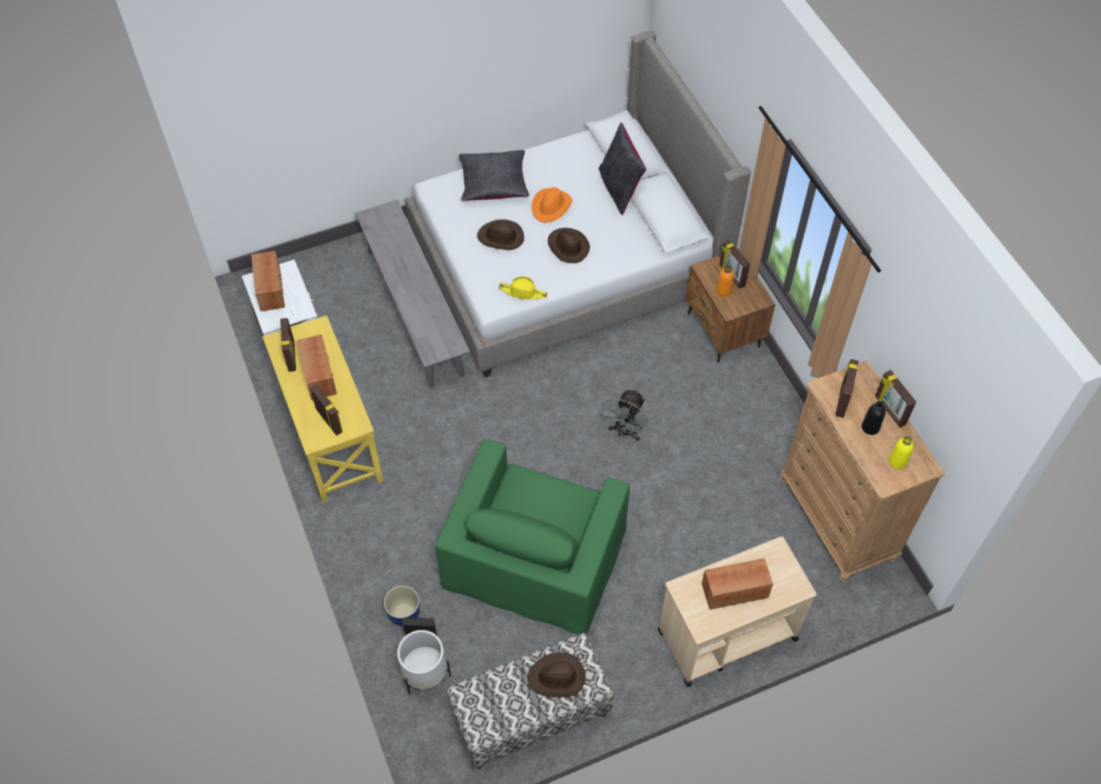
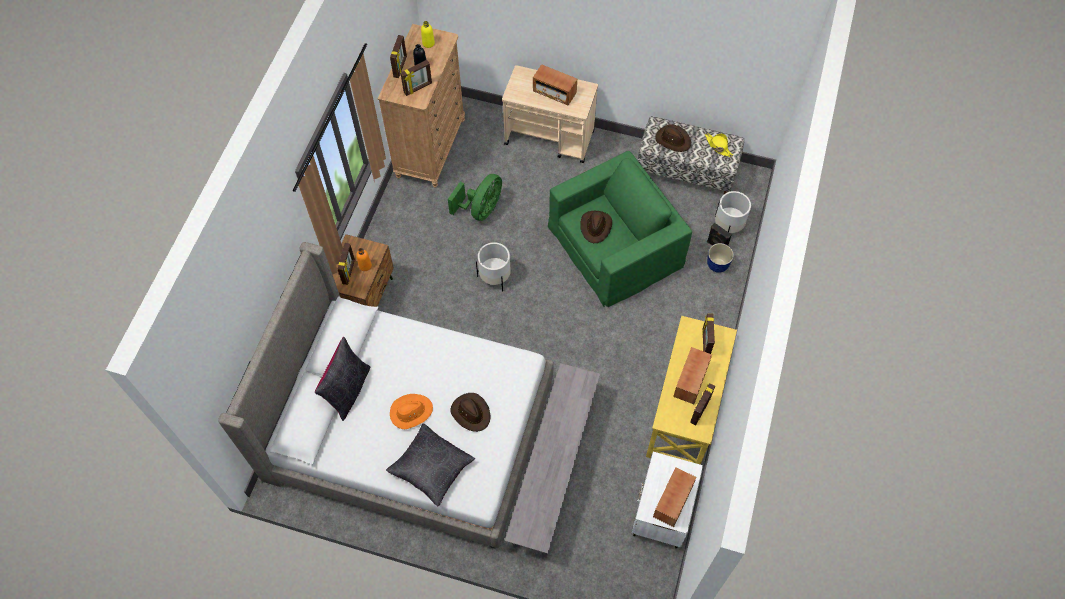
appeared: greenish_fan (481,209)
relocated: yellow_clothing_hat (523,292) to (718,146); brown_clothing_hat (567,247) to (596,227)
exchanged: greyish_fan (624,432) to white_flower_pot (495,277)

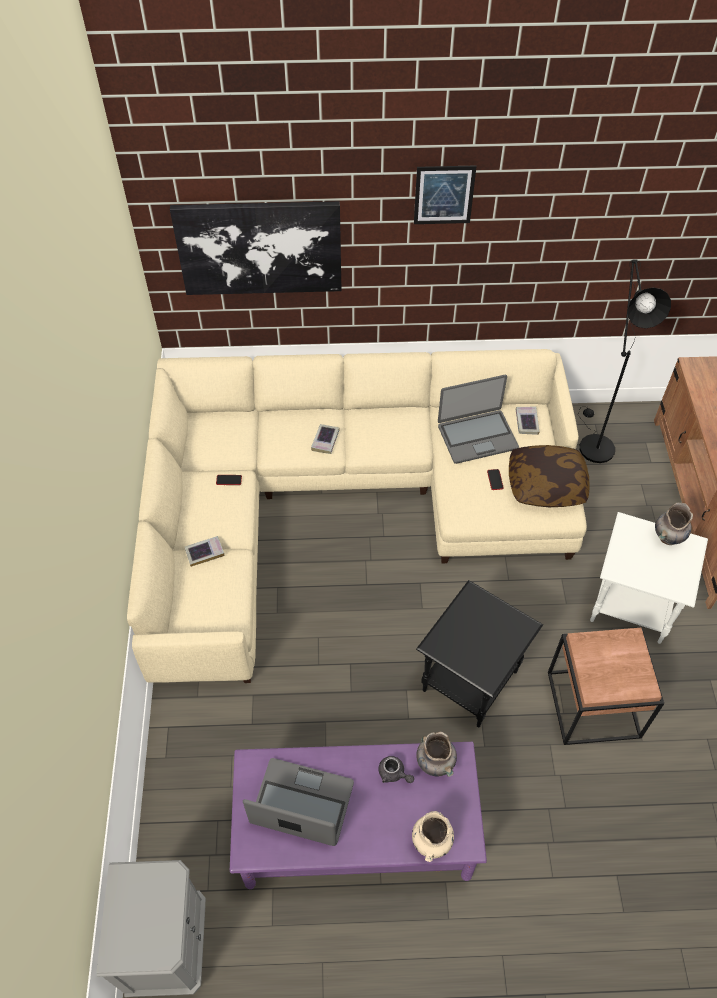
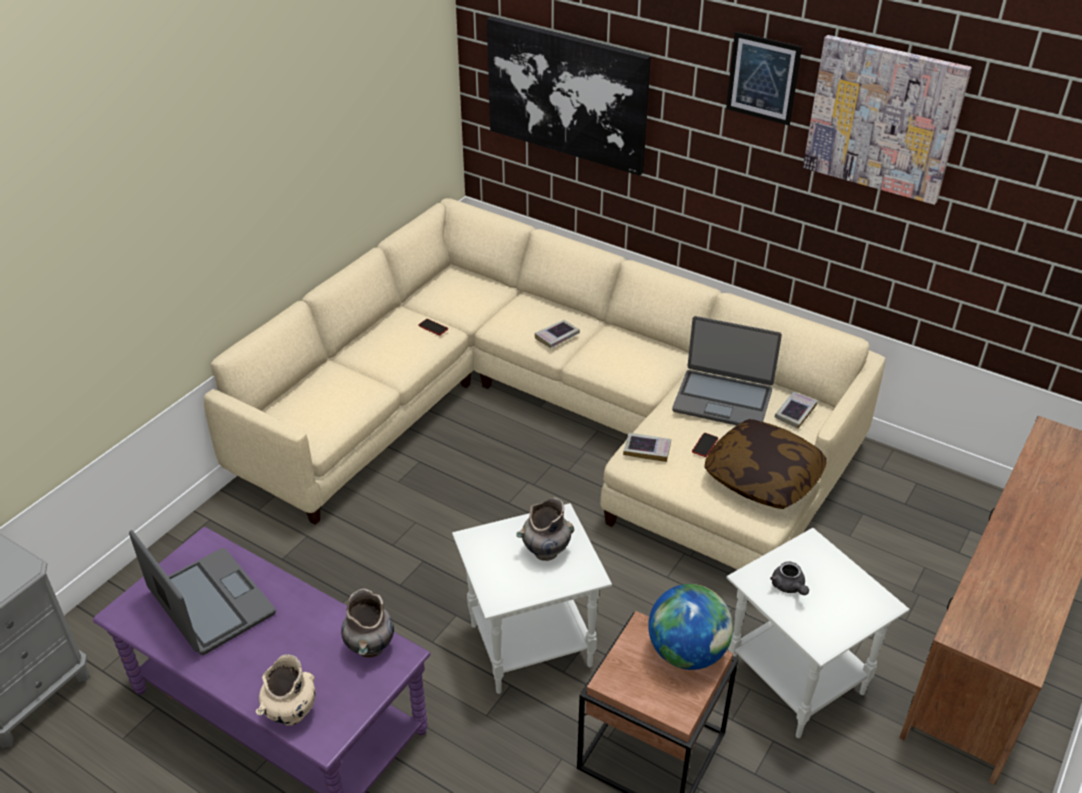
missing: black-coloured_standard_lamp (594,443)
appeared: world_globe (687,652); wall_picture (883,119)
relocated: book (204,552) to (647,450); greyish_teapot (394,774) to (789,587); greyish_flower_vase (667,538) to (545,551)
colour: black-coloured_accent_table (470,680) to white_accent_table (532,645)

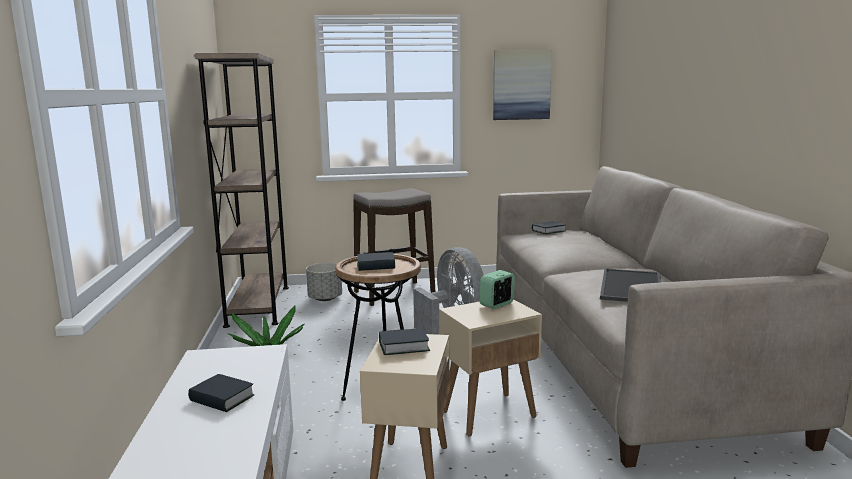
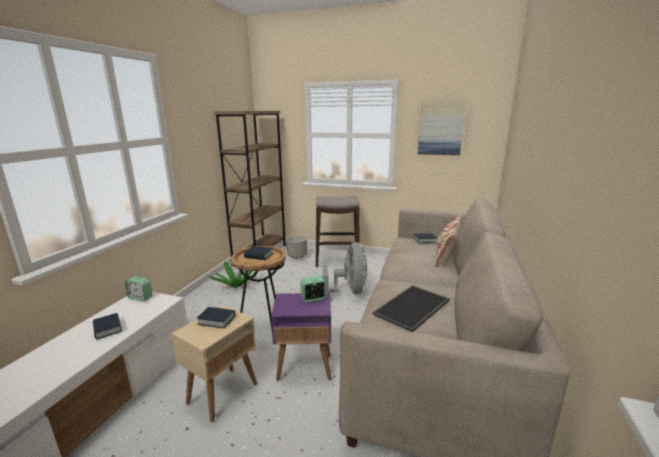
appeared: table_clock (140,297); beige_throw_pillow (447,254)
colour: beige_accent_table (489,413) to purple_accent_table (305,367)

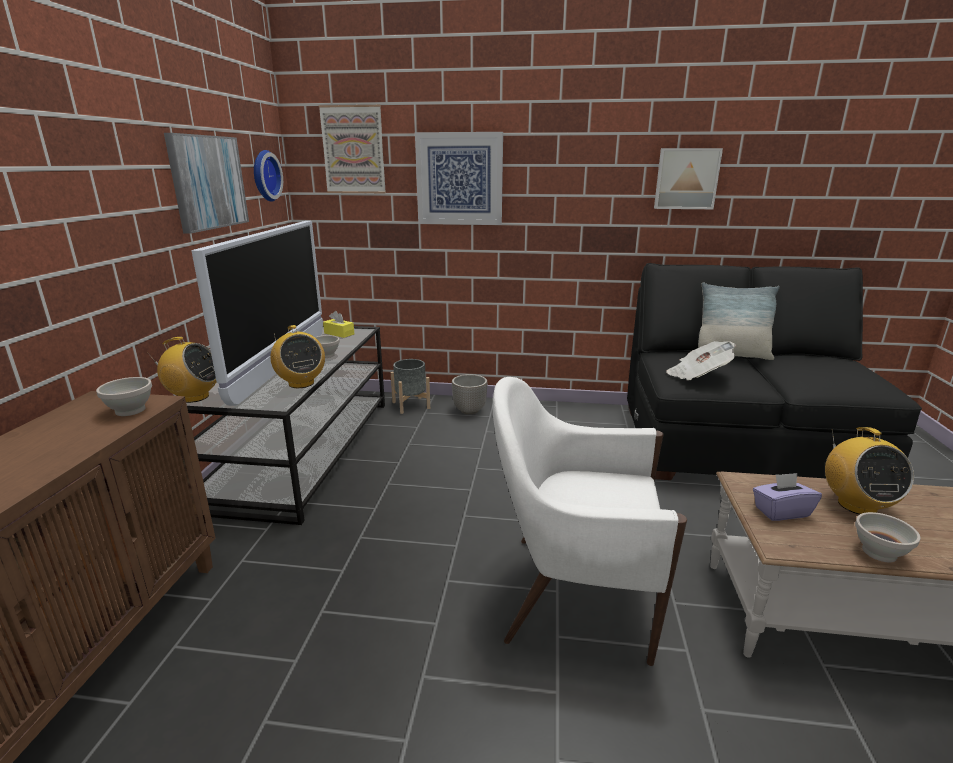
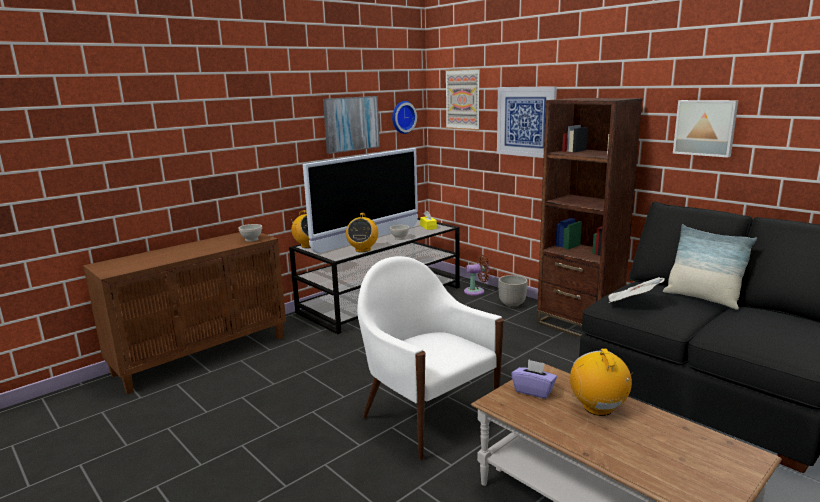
missing: white_serving_bowl (879,553)
appeared: brown_bookcase (578,325)
exchanged: greyish_flower_pot (411,405) to brown_fan (476,291)
spun: radio (856,505) = (598,408) 135 degrees clockwise

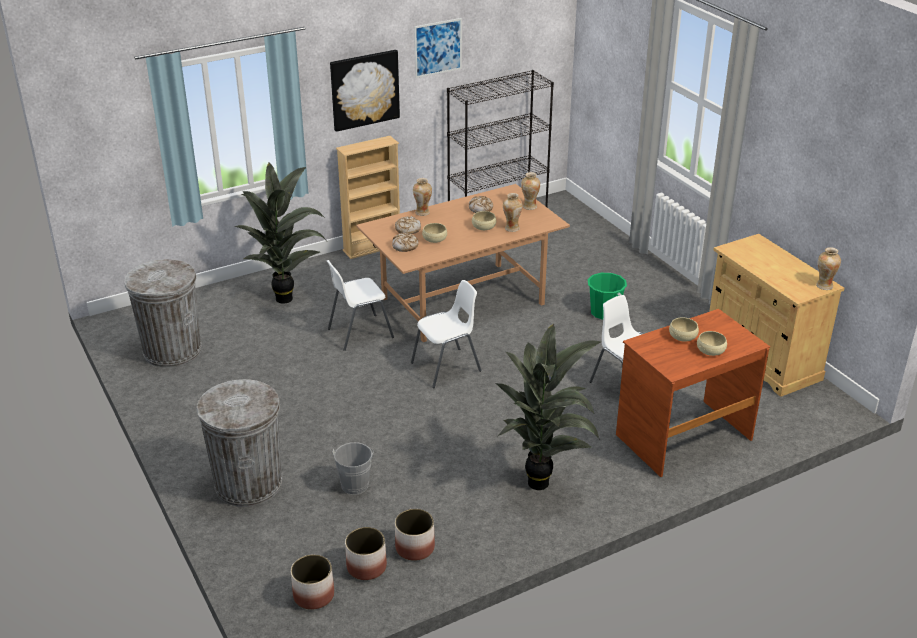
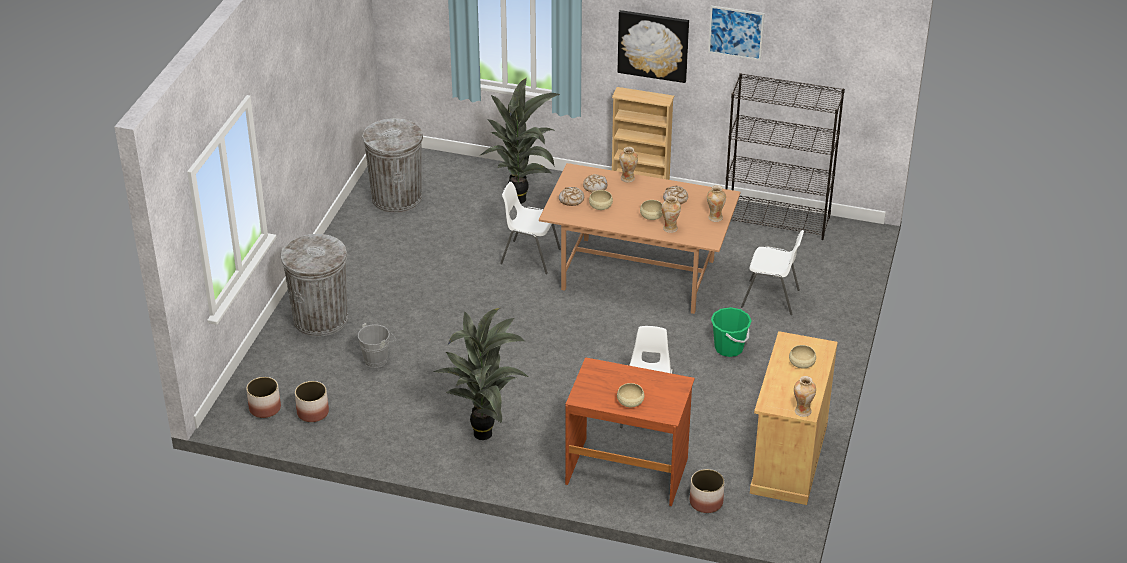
relocated: flower_pot (414,548) to (705,502); white_upright_chair (447,367) to (771,298); beige_serving_bowl (683,336) to (802,363)

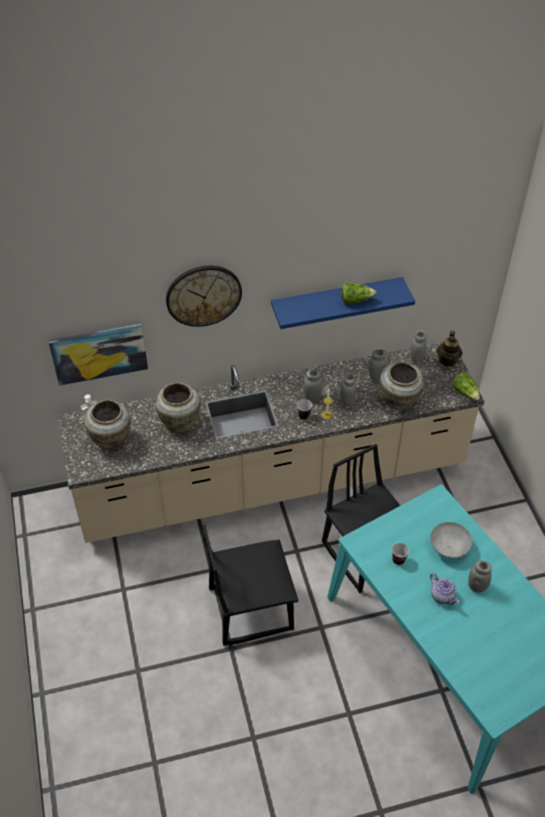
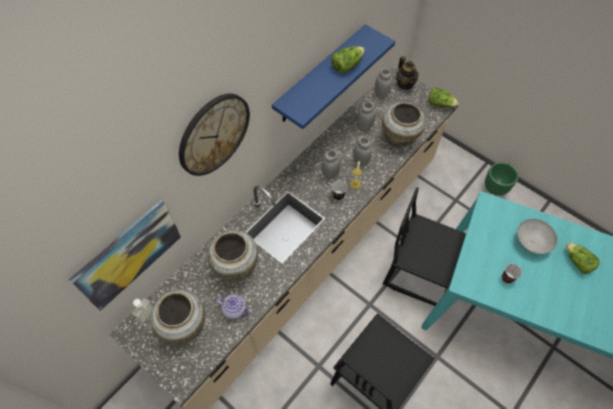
appeared: greenish_flower_pot (495,188)
relocated: teapot (443,596) to (235,309)
exchanged: greyish_preserve_jar (477,586) to head_of_lettuce (577,262)

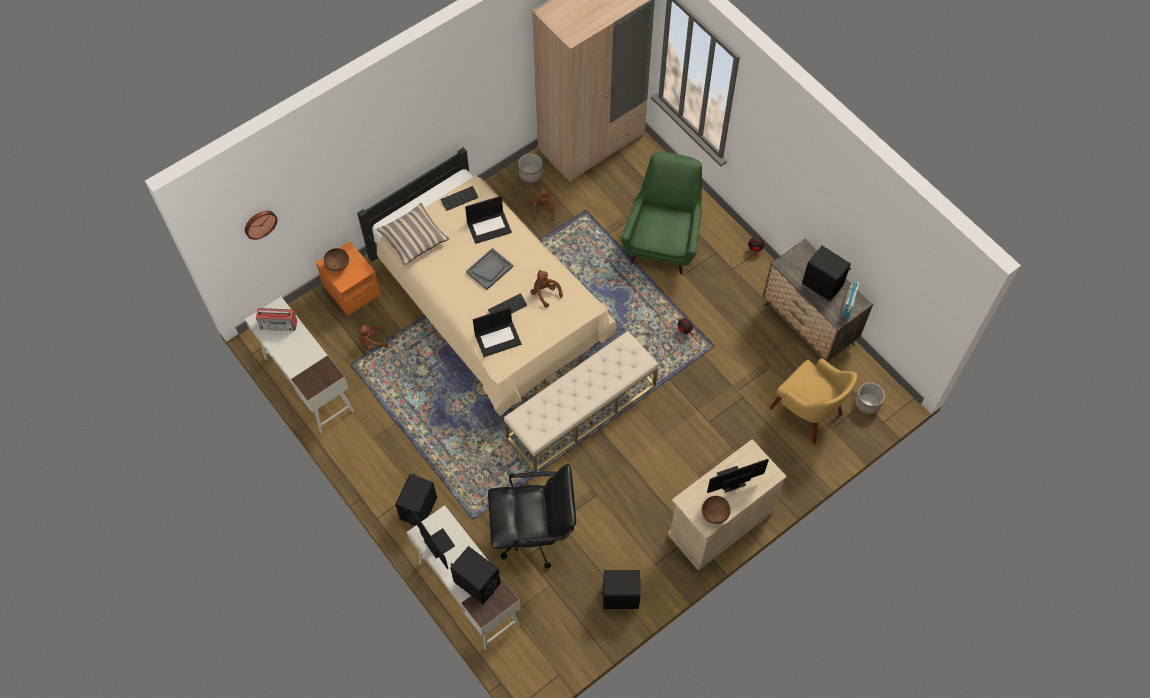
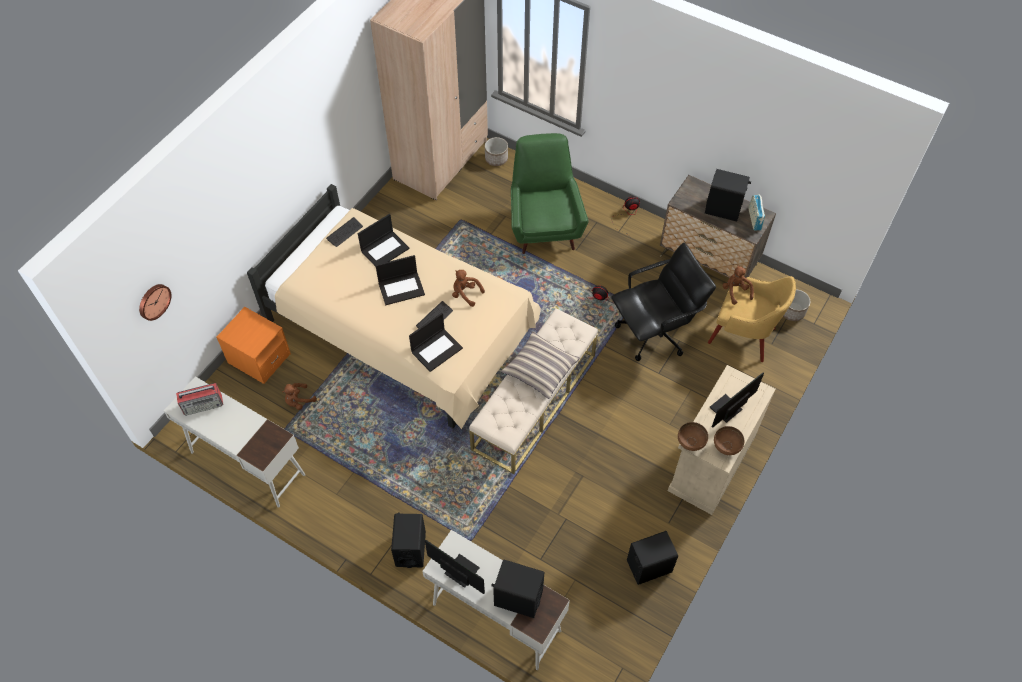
relocated: brown_serving_bowl (338,266) to (690,443); throw_pillow (414,238) to (540,369); black-coloured_desk_chair (534,534) to (654,333); flower_pot (530,174) to (496,159); brown_plush_toy (543,210) to (735,291)
exchanged: greyish_serving_tray (489,269) to laptop (401,288)

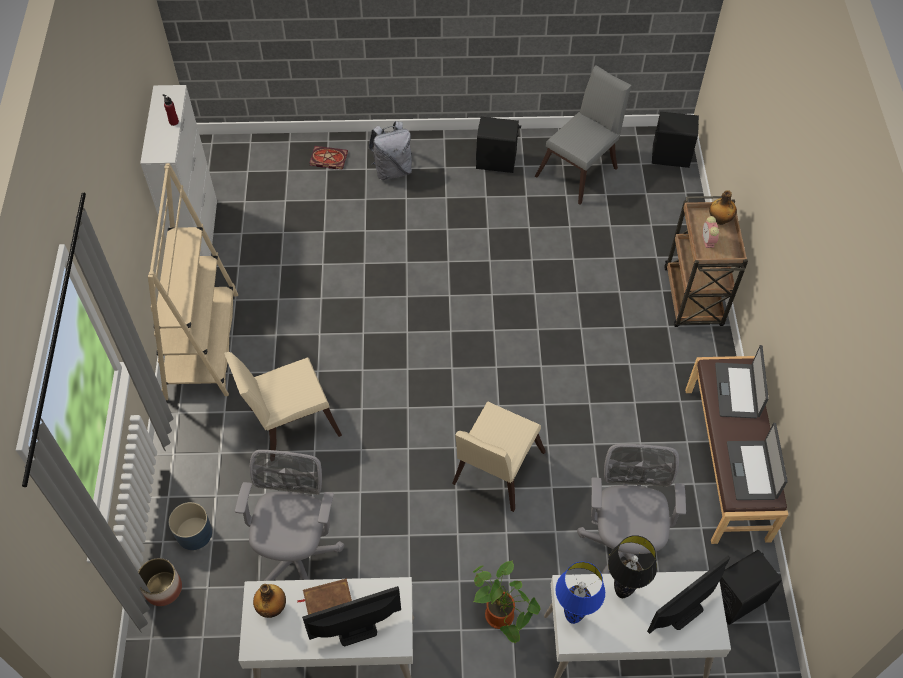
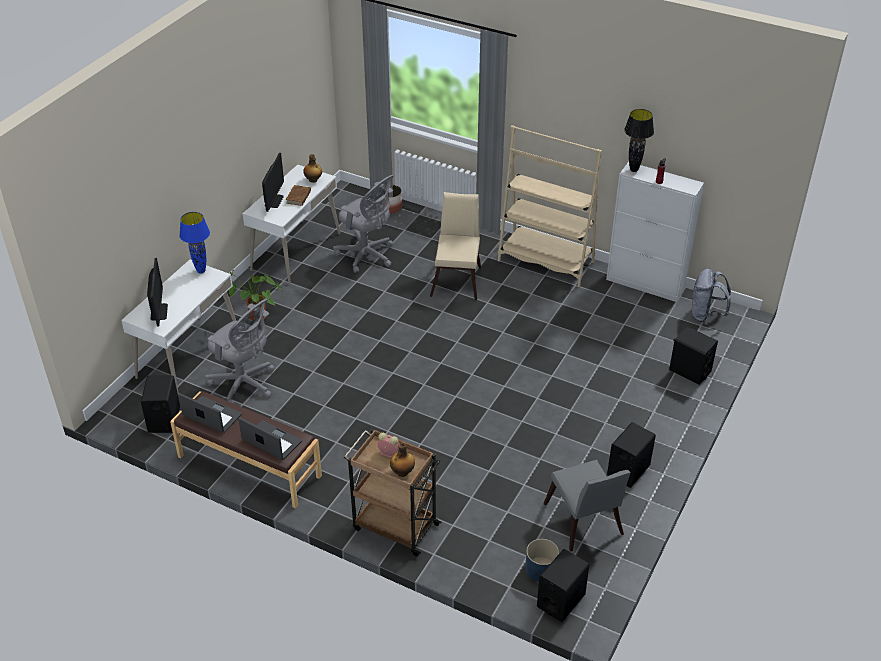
missing: beige_upright_chair (494,472)
relocated: blue_flower_pot (194,533) to (541,569); greyish_knapsack (392,170) to (706,315); black-coloured_tabletop_lamp (622,593) to (633,170)
exchanged: book (327,159) to black-coloured_speaker (689,371)

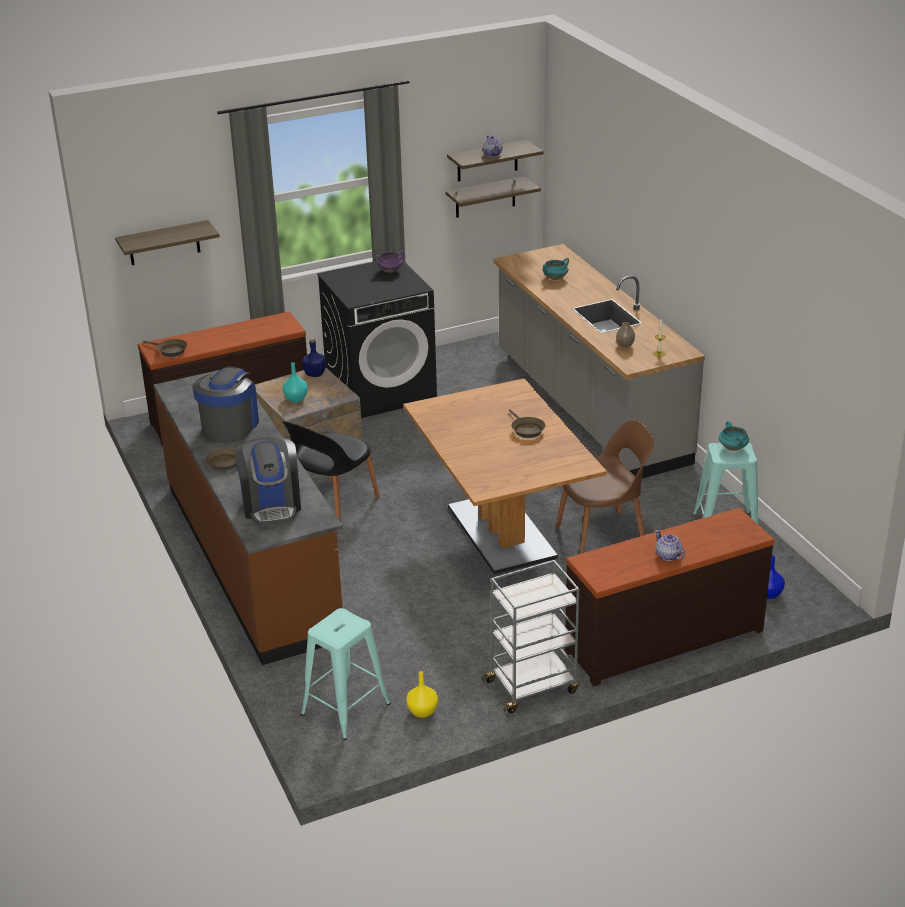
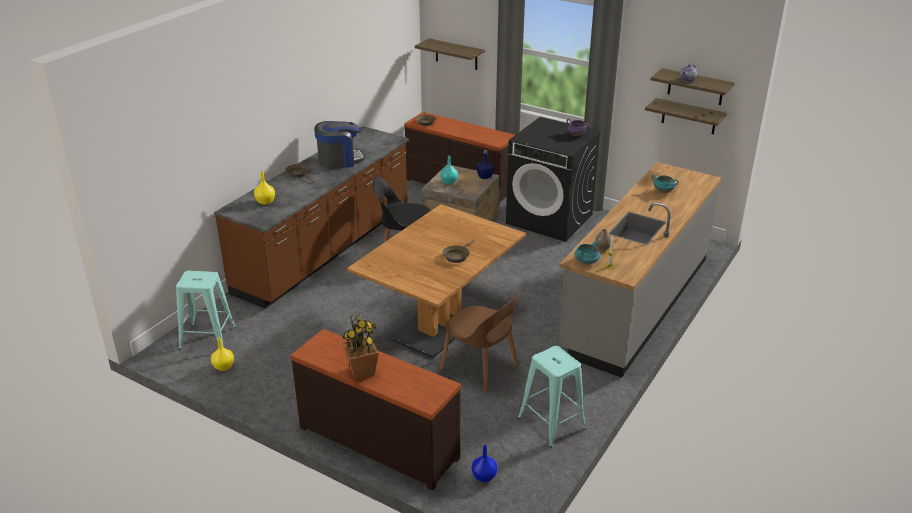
missing: greyish_wheeled_cart (532,686)
relocated: turquoise_stockpot (733,448) to (586,262)
exchanged: coffee_maker (271,505) to yellow_flower_vase (266,202); teapot (668,556) to potted_plant (362,371)

